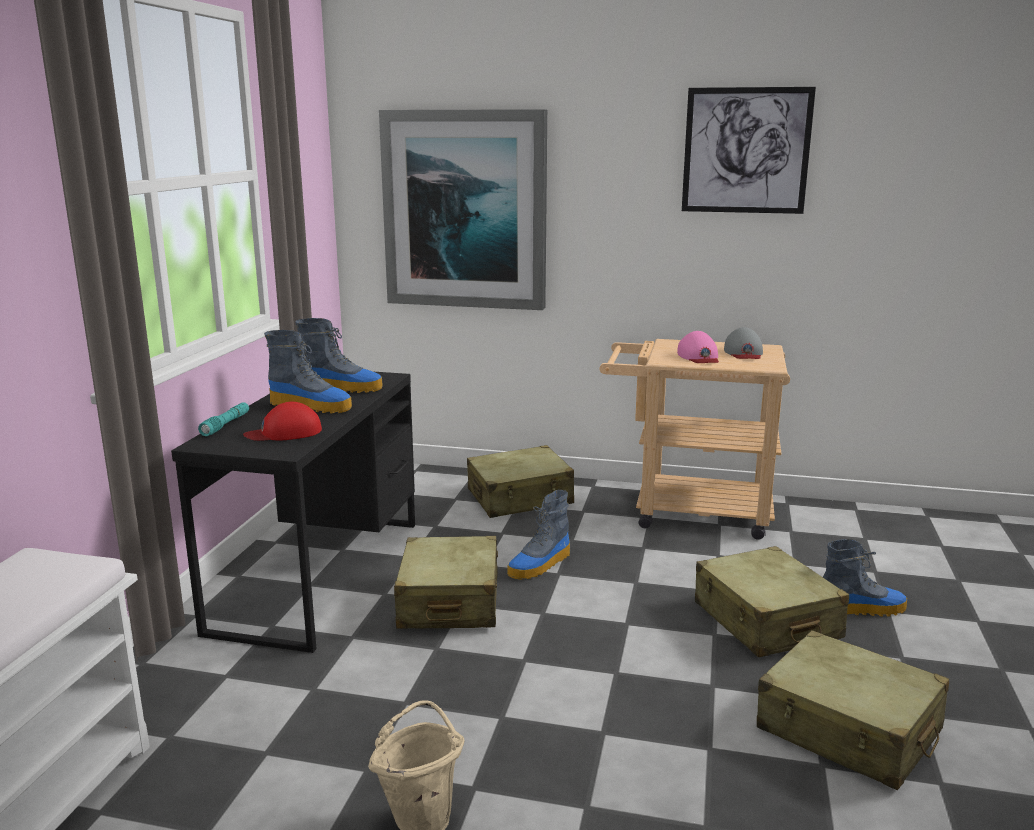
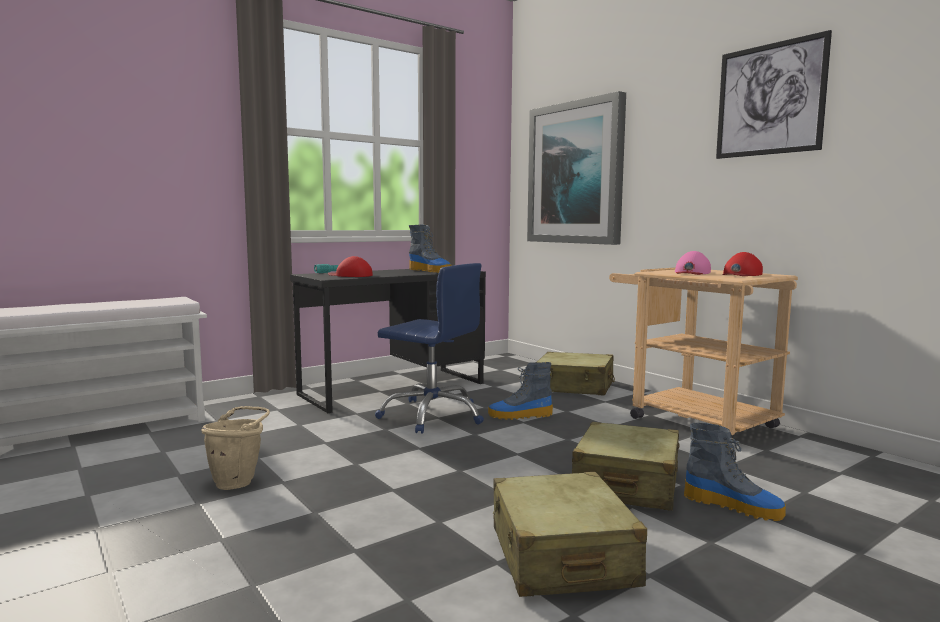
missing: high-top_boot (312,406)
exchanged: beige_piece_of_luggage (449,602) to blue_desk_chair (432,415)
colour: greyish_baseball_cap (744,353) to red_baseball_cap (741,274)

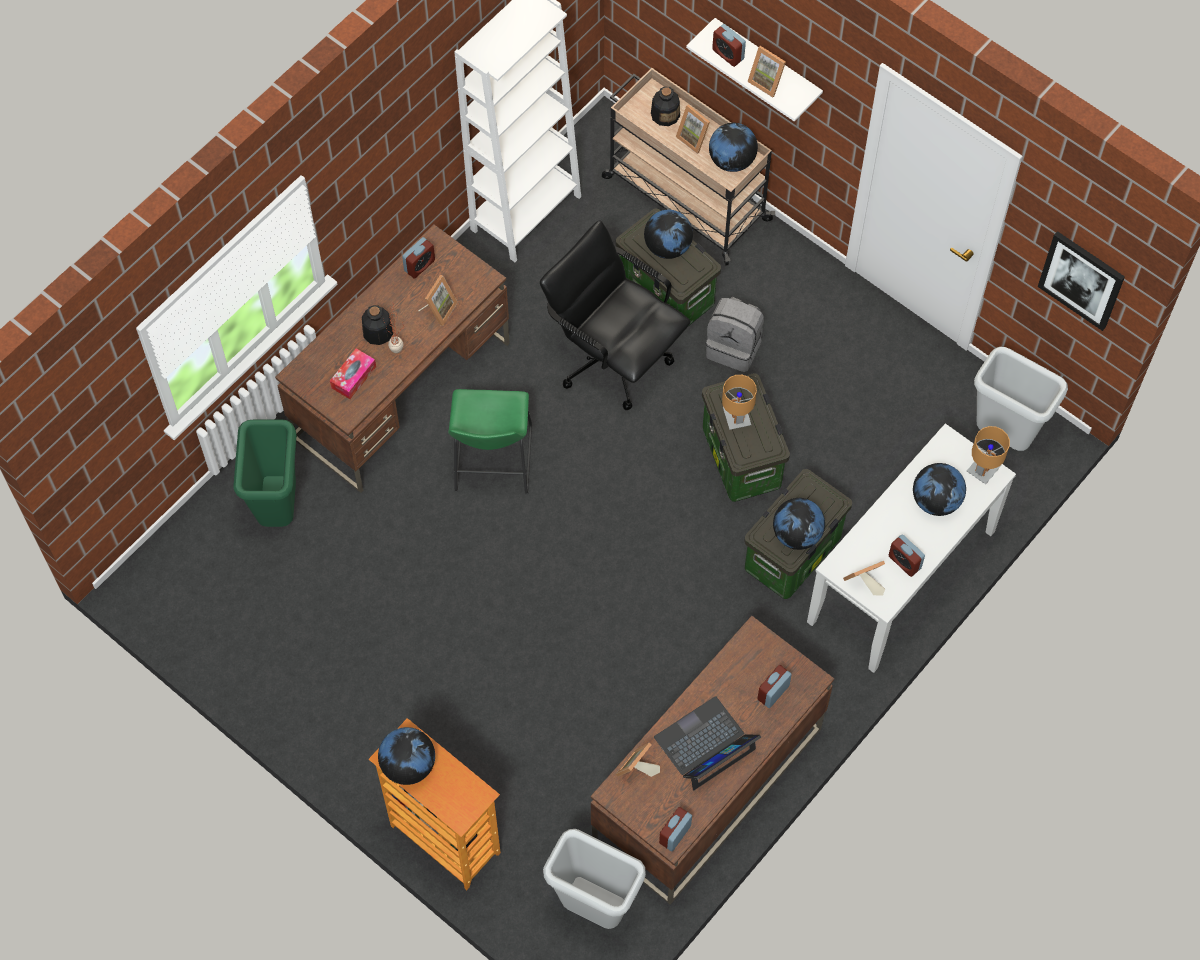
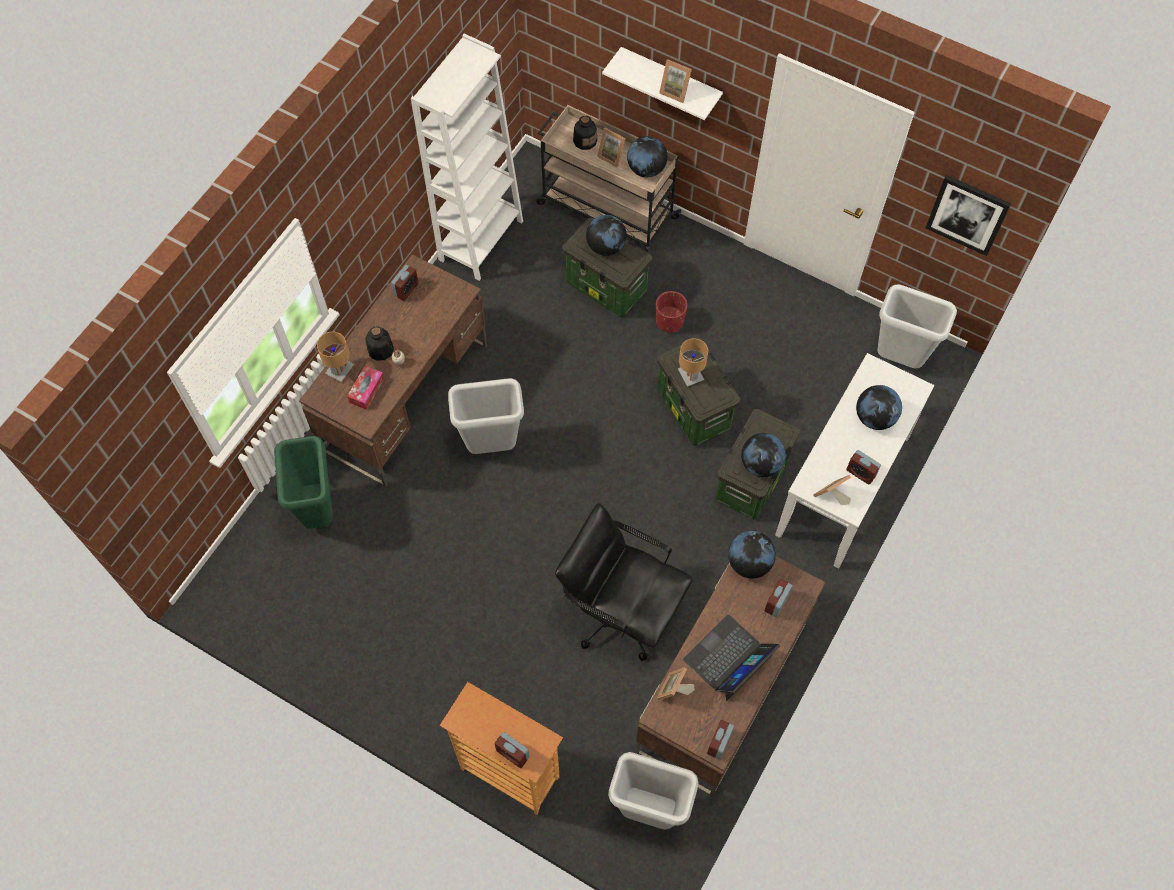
missing: photo_frame (438,309)
relocated: world_globe (408,765) to (749,563); black-coloured_desk_chair (613,357) to (621,611); table_clock (728,54) to (512,754); brown_tabletop_lamp (983,469) to (339,370)
exchanged: greenish_sitting_stool (492,465) to greyish_trash_can (491,447); greyish_knapsack (734,347) to red_flower_pot (669,321)

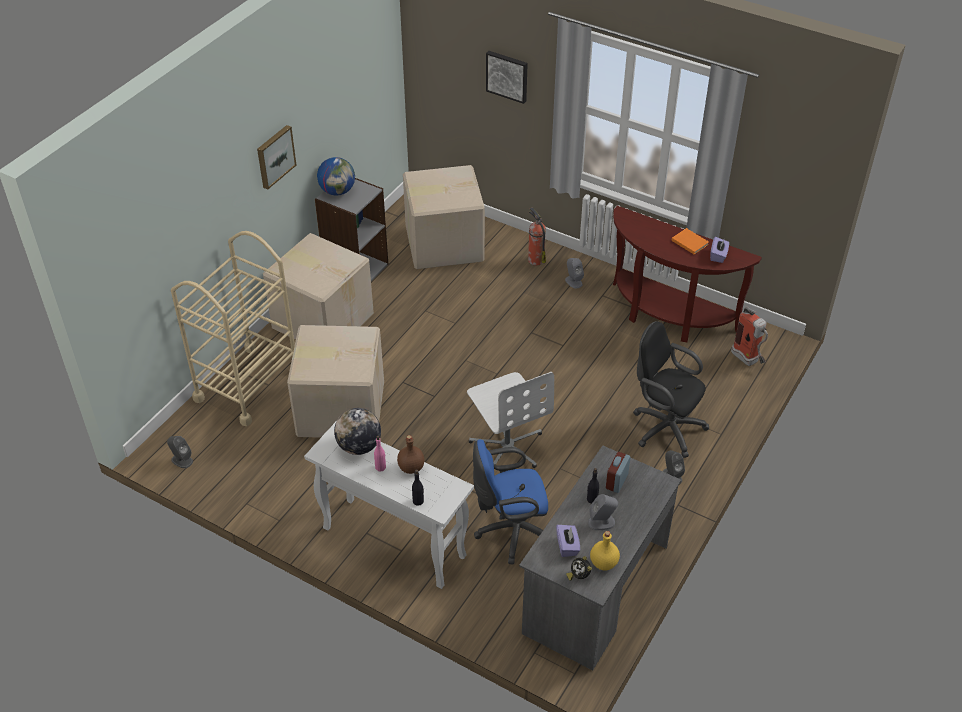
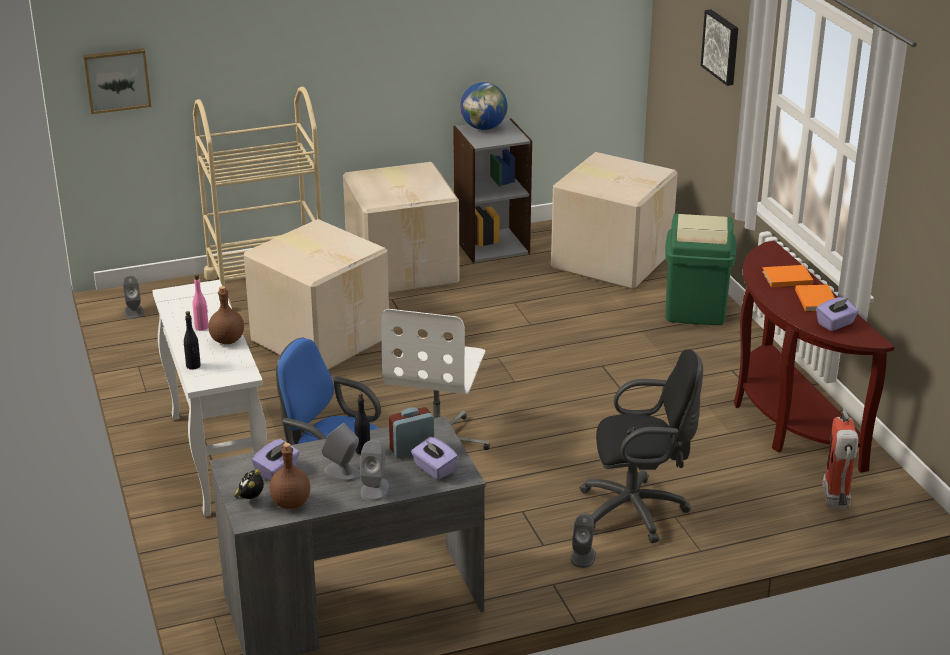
missing: world_globe (359,446)
appeared: purple_tissue_holder (434,469); orange_book (785,278)
relocated: wall_picture (274,156) to (117,80); greyish_speaker (573,281) to (374,489)
exchanged: fire-fighting_cylinder (535,260) to greenish_trash_can (695,310)
colour: yellow_drink_bottle (603,562) to brown_drink_bottle (291,503)
spun: black-coloured_desk_chair (664,427) = (638,511) 105 degrees clockwise

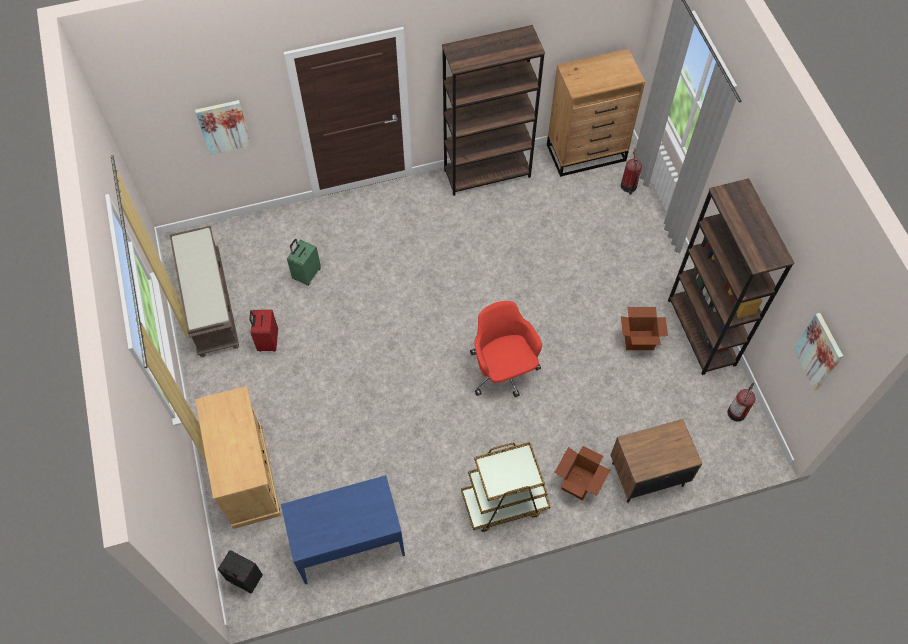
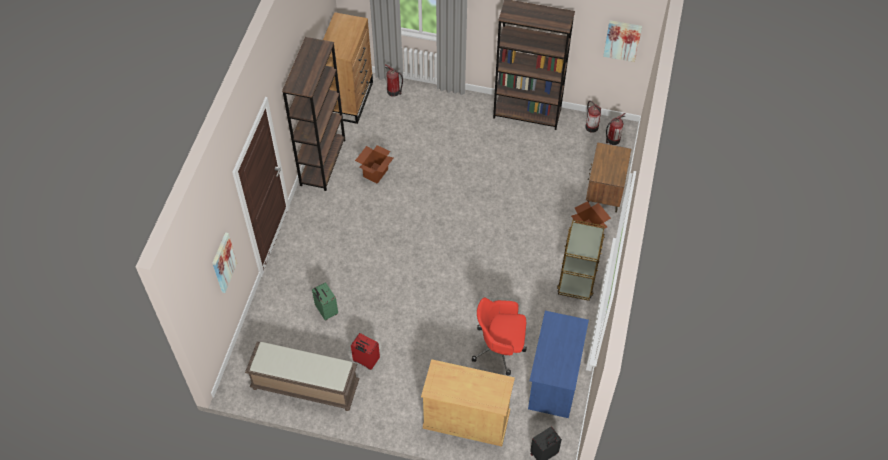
appeared: fire-fighting_cylinder (612,140)
relocated: red_desk_chair (503,371) to (500,348); cardboard_box (639,340) to (375,173)

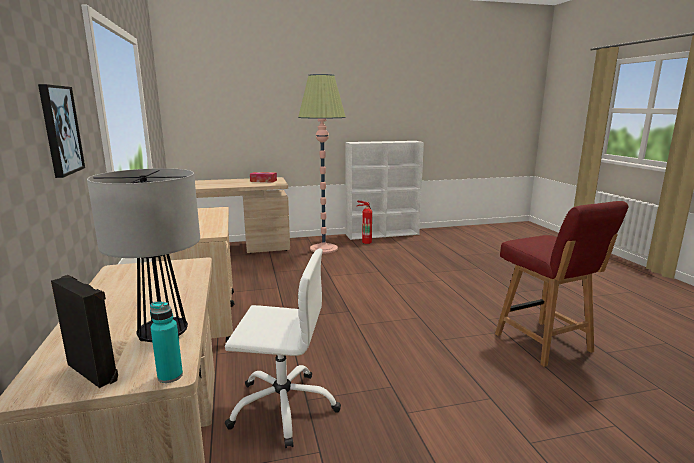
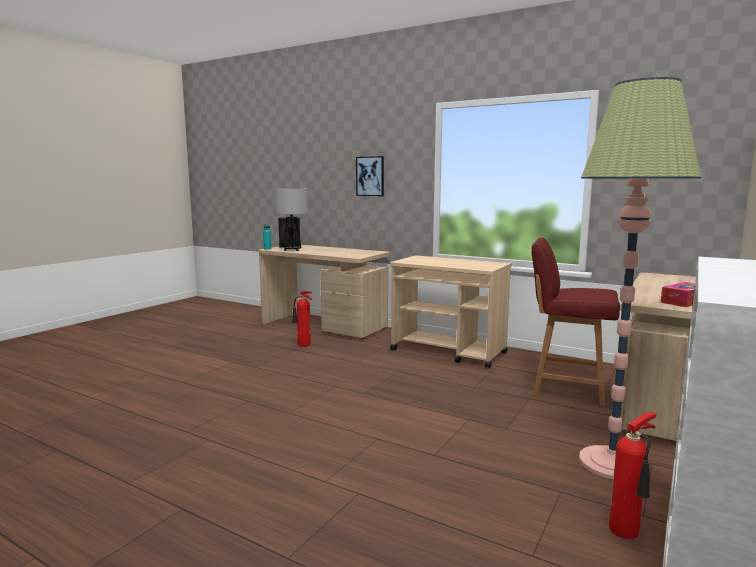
relocated: red_upright_chair (544,344) to (566,388)
exchanged: white_desk_chair (283,407) to fire-fighting_cylinder (303,345)

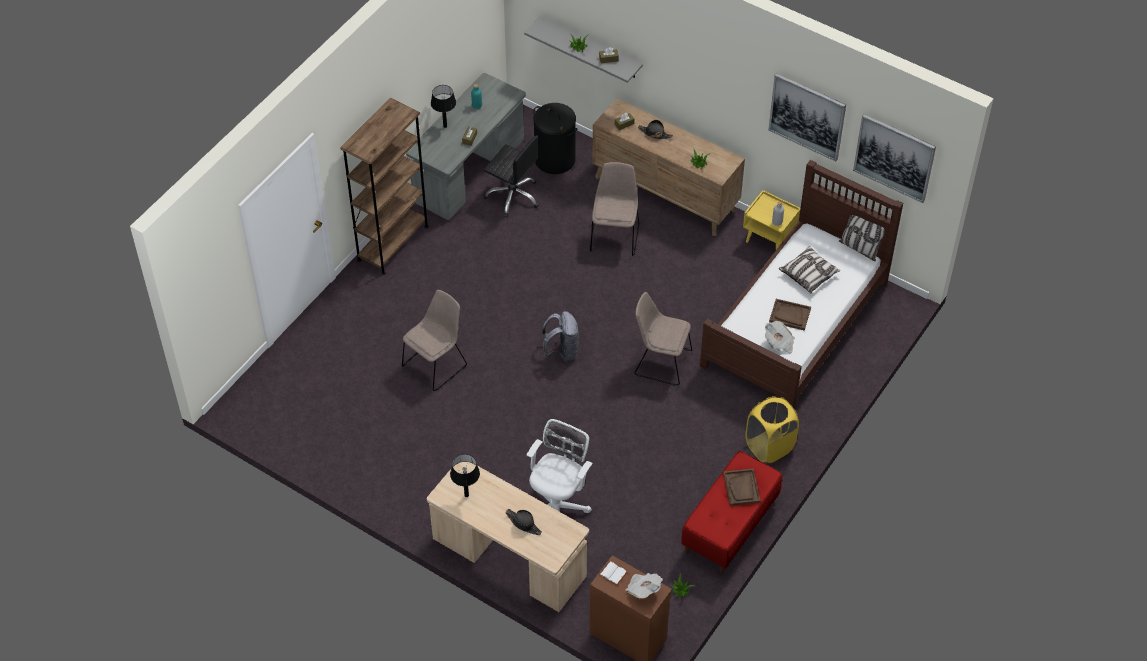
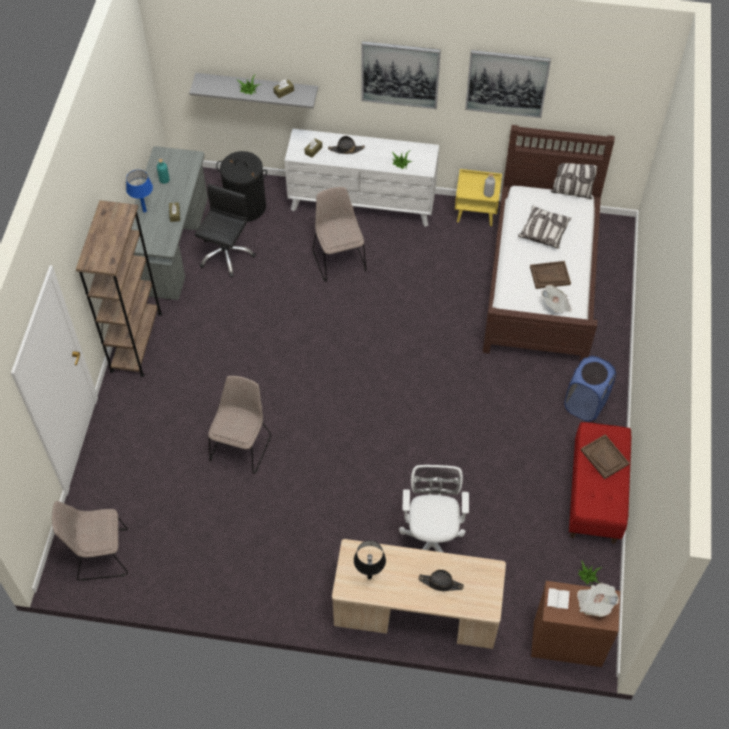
missing: greyish_knapsack (562,351)
relocated: beige_upright_chair (660,361) to (100,554); wall_picture (894,157) to (400,74)
colour: black-coloured_tabletop_lamp (445,126) to blue_tabletop_lamp (144,211); brown_drawer_chest (665,193) to white_drawer_chest (362,203); yellow_laundry_basket (769,446) to blue_laundry_basket (585,404)
spun: black-coloured_desk_chair (513,196) = (226,254) 75 degrees counterclockwise

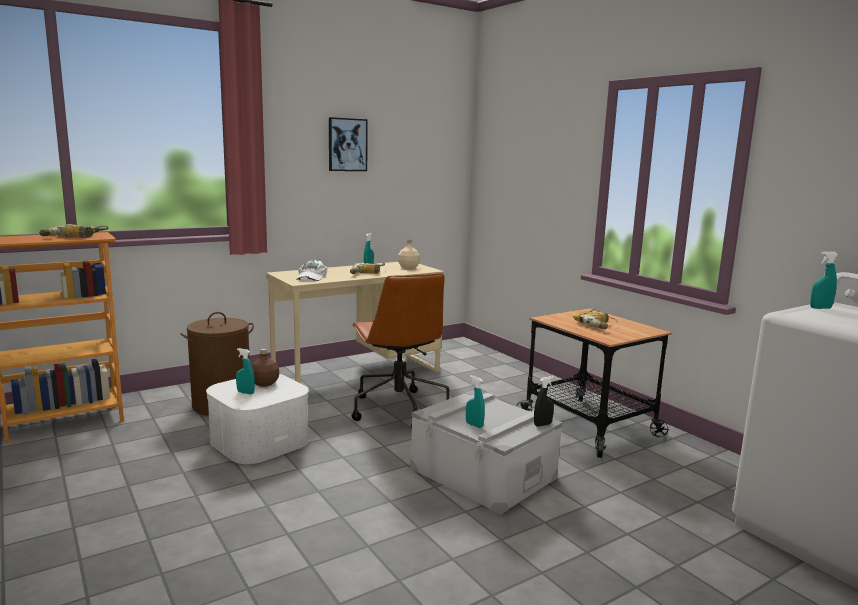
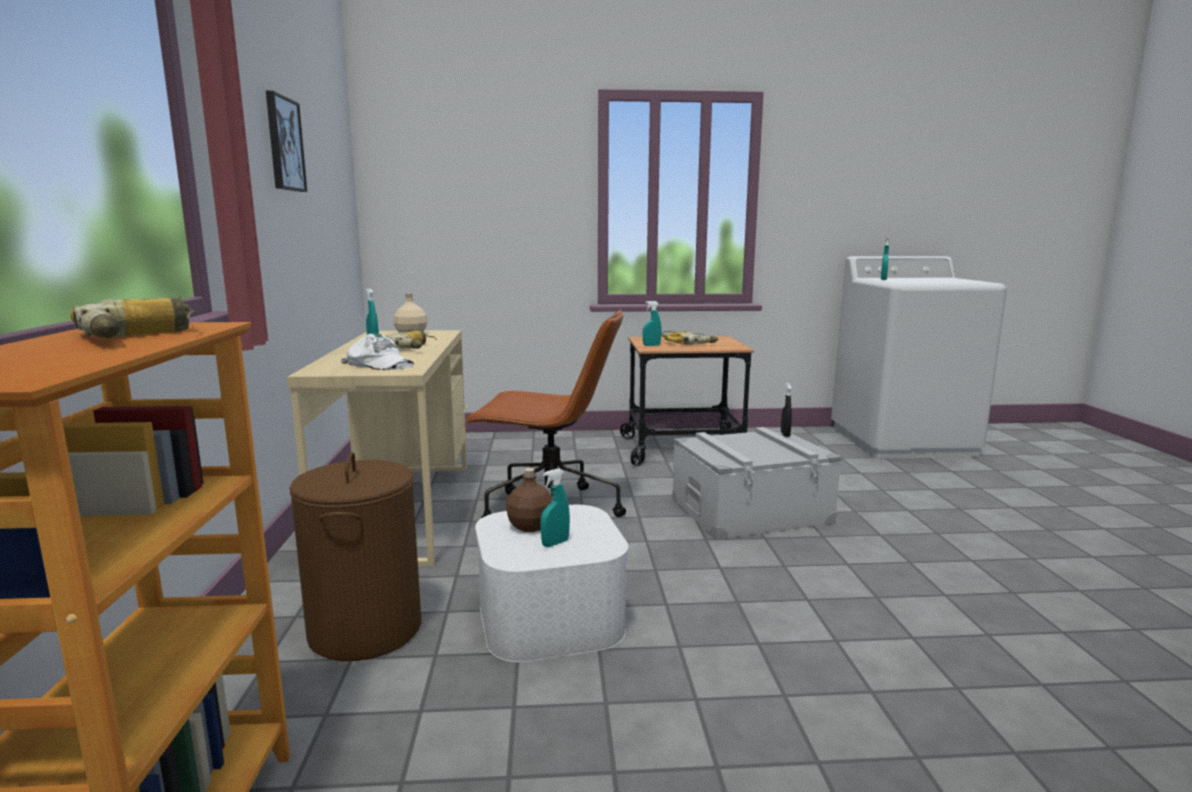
relocated: turquoise_hand_sprayer (474,425) to (651,345)

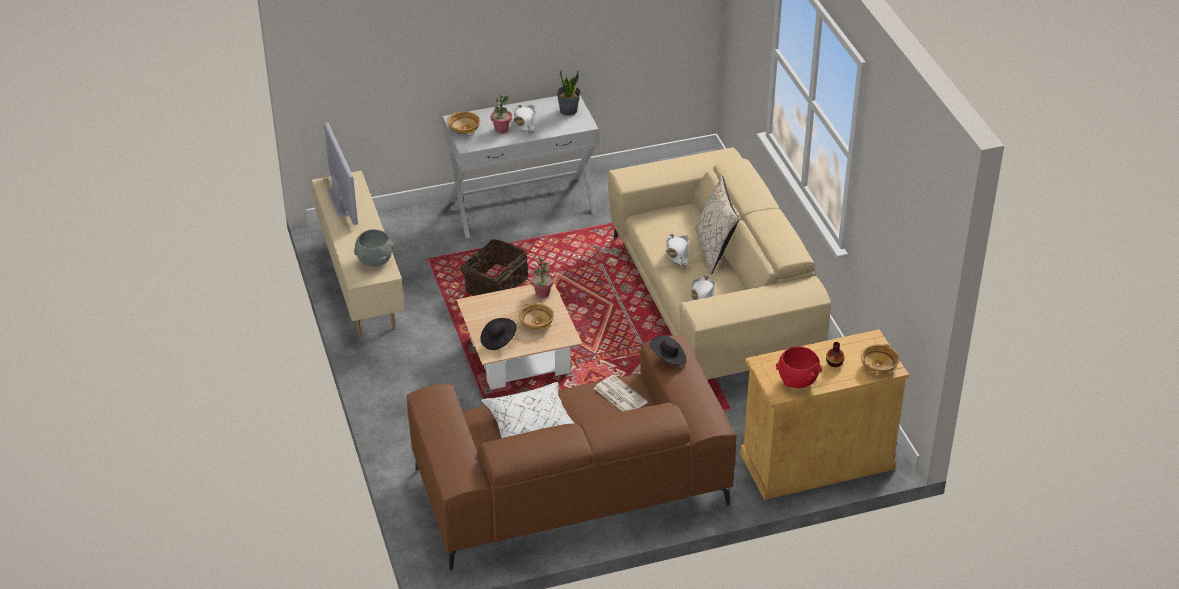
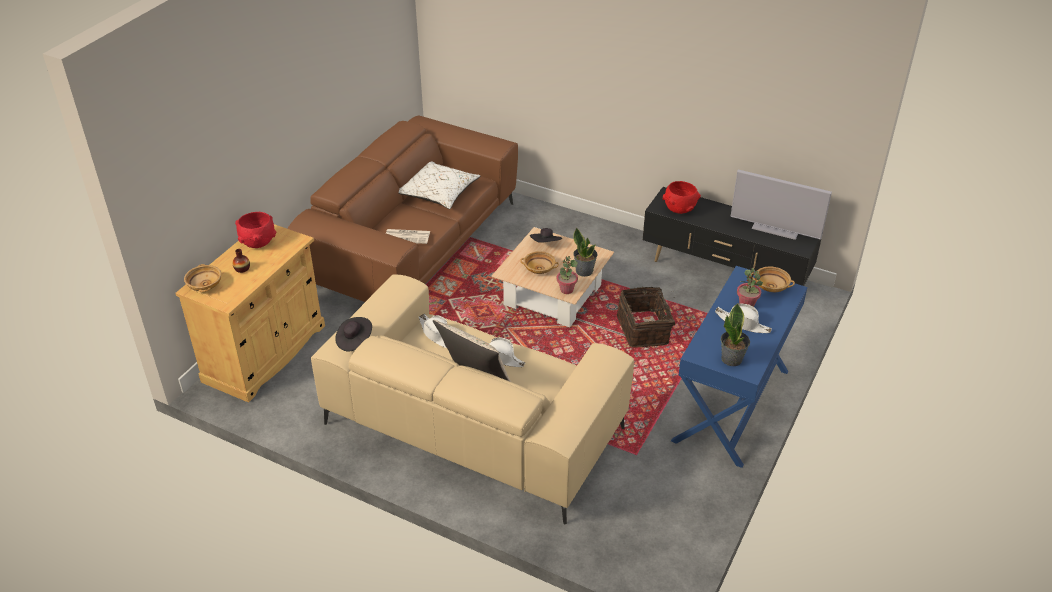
appeared: potted_plant (584,271)
relocated: black-coloured_clothing_hat (668,358) to (354,340)
colour: beige_tv_stand (361,283) to black-coloured_tv_stand (725,273); greyish_serving_bowl (375,261) to red_serving_bowl (679,209); white_console_table (522,205) to blue_console_table (732,405)

